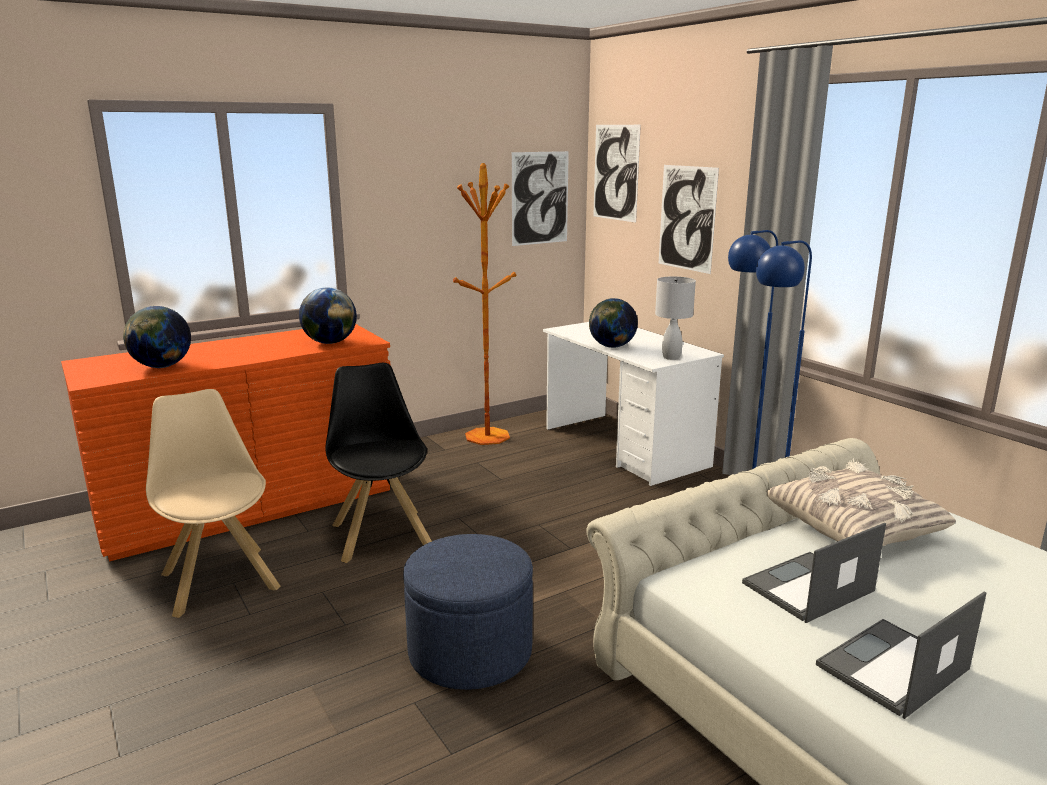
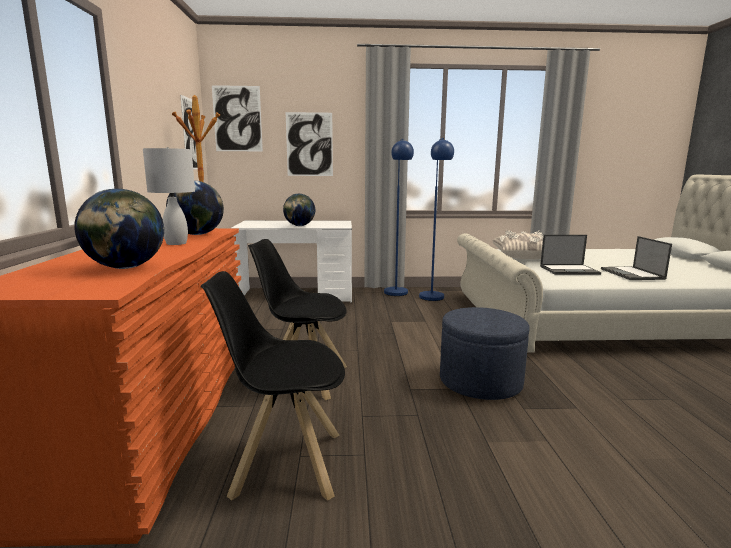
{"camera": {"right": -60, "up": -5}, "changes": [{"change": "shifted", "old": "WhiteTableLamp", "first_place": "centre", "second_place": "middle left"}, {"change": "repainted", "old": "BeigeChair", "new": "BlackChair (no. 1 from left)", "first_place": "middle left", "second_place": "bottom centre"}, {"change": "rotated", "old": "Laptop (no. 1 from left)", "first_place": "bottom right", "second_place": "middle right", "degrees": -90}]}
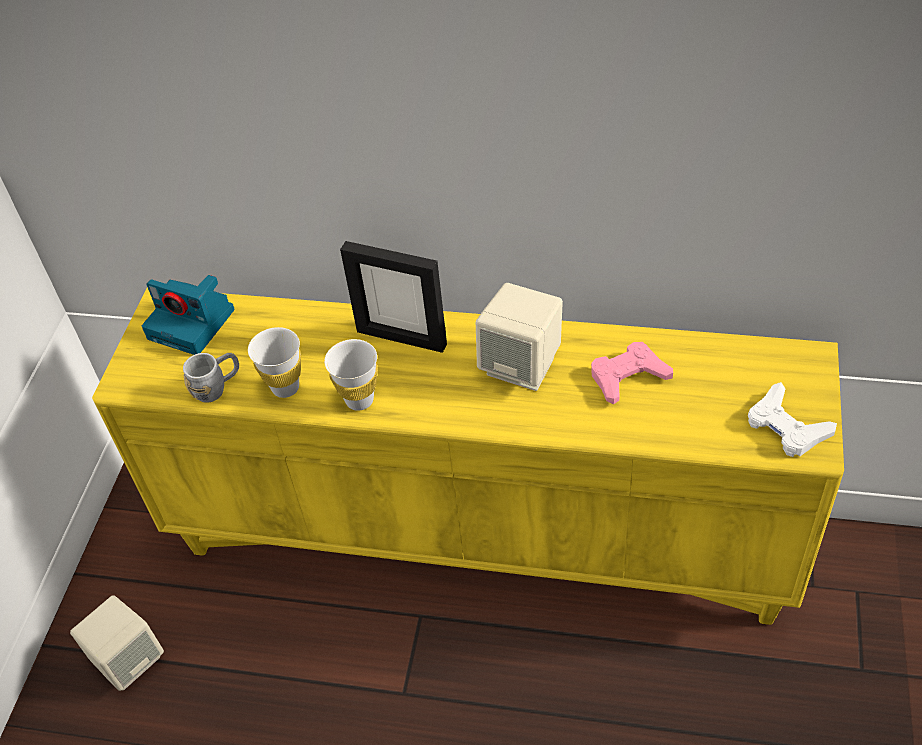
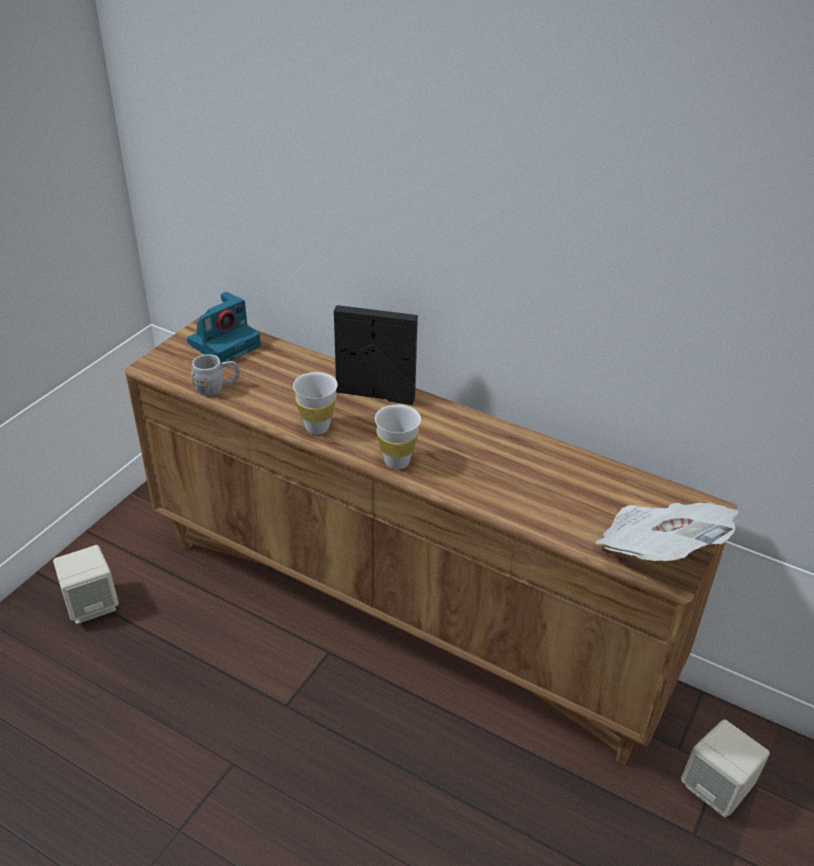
{"camera": {"right": 15, "up": -10}, "changes": [{"change": "rotated", "old": "PictureFrame", "first_place": "centre", "second_place": "centre", "degrees": 150}, {"change": "rotated", "old": "PhotoCamera", "first_place": "middle left", "second_place": "middle left", "degrees": -90}, {"change": "shifted", "old": "BeigeSpeaker (no. 2 from left)", "first_place": "centre", "second_place": "bottom right"}, {"change": "repainted", "old": "YellowDresser", "new": "BrownDresser", "first_place": "centre", "second_place": "centre"}, {"change": "shifted", "old": "WhiteCup (no. 1 from left in the first image)", "new": "WhiteCup (no. 2 from left)", "first_place": "middle left", "second_place": "centre"}, {"change": "gone", "old": "PinkGameController", "first_place": "middle right"}, {"change": "swapped", "old": "WhiteGameController", "new": "Newspaper", "first_place": "middle right", "second_place": "middle right"}]}
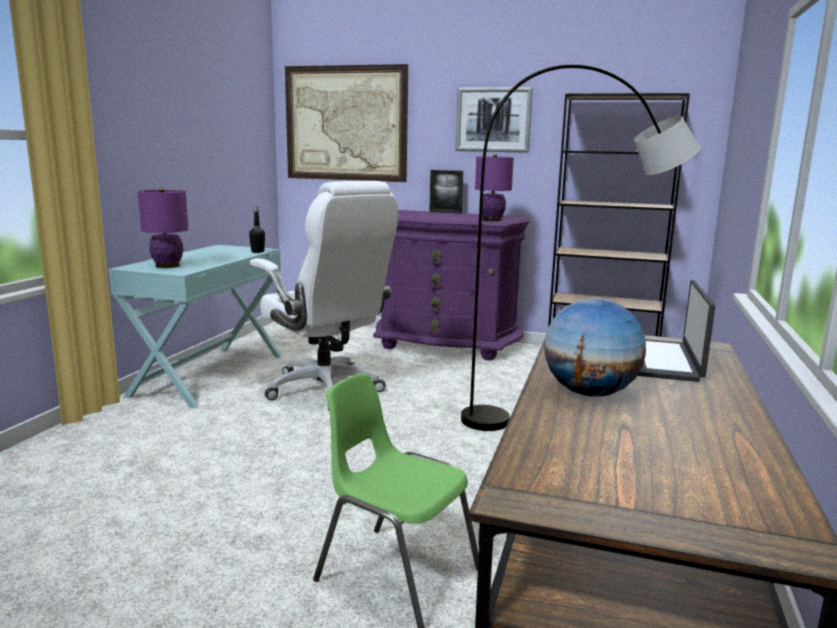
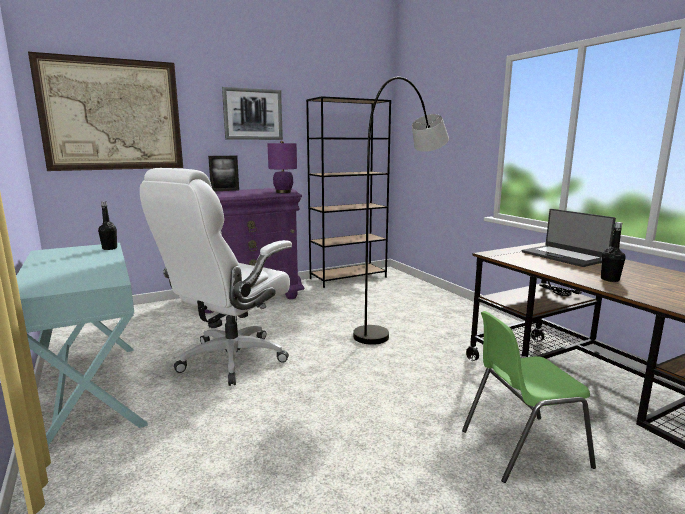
{"camera": {"right": -45, "up": 0}, "changes": [{"change": "rotated", "old": "WhiteOfficeChair", "first_place": "centre", "second_place": "middle left", "degrees": 120}, {"change": "gone", "old": "PurpleTableLamp (no. 1 from left)", "first_place": "middle left"}, {"change": "swapped", "old": "Globe", "new": "BlackBottle (no. 2 from left)", "first_place": "middle right", "second_place": "middle right"}]}
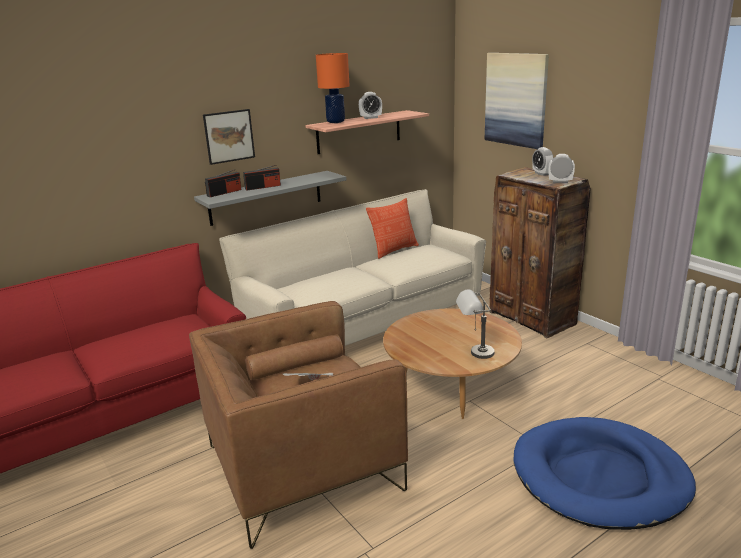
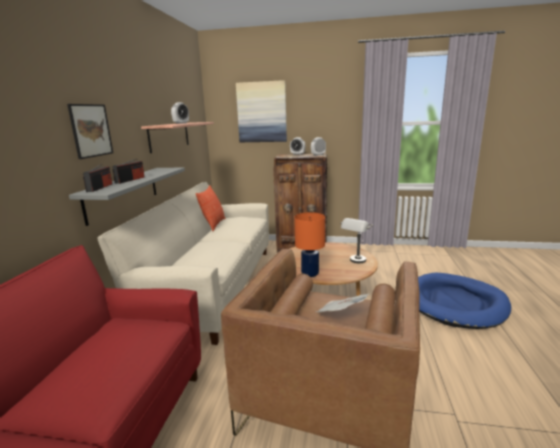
{"camera": {"right": -45, "up": -5}, "changes": [{"change": "shifted", "old": "OrangeTableLamp", "first_place": "top centre", "second_place": "centre"}]}
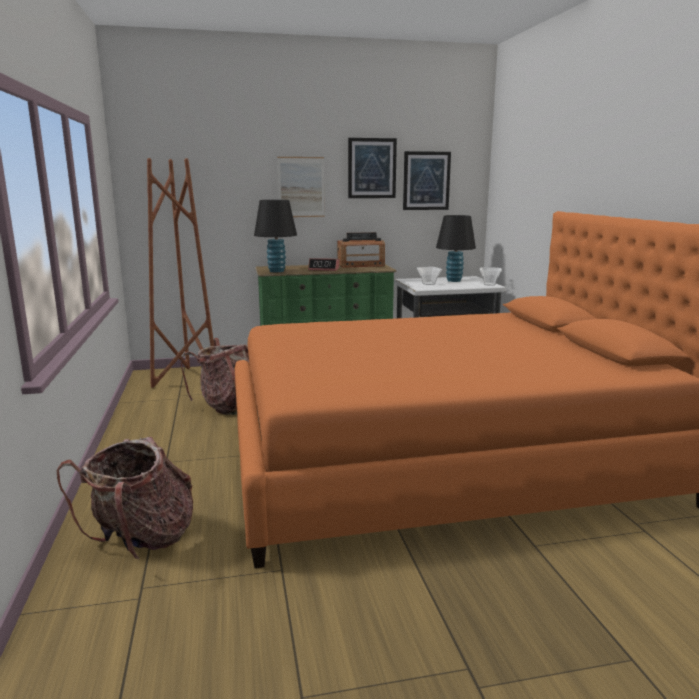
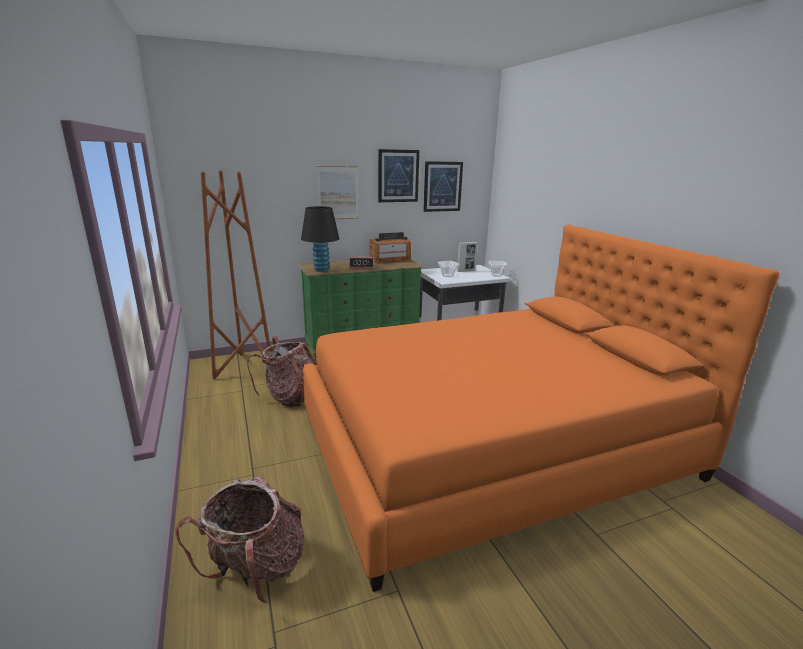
{"camera": {"right": -10, "up": 5}, "changes": [{"change": "swapped", "old": "BlackTableLamp (no. 2 from left)", "new": "PictureFrame", "first_place": "centre", "second_place": "centre"}]}
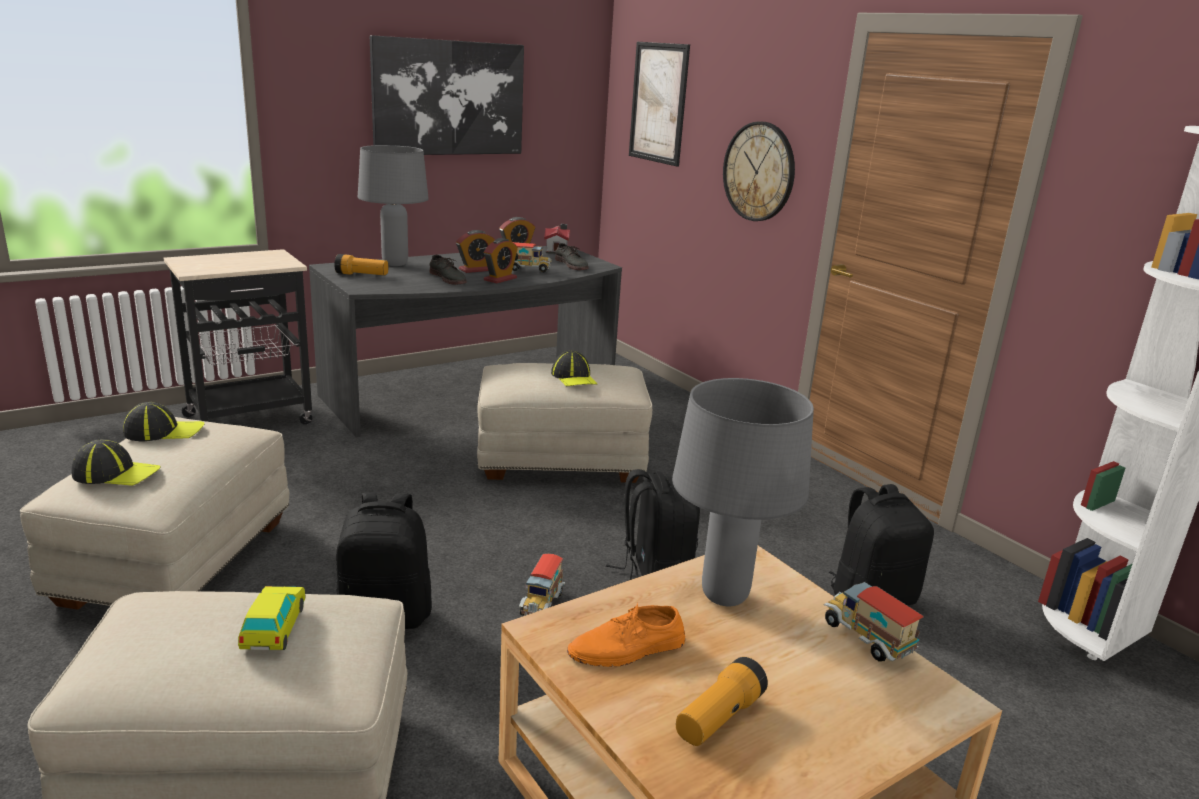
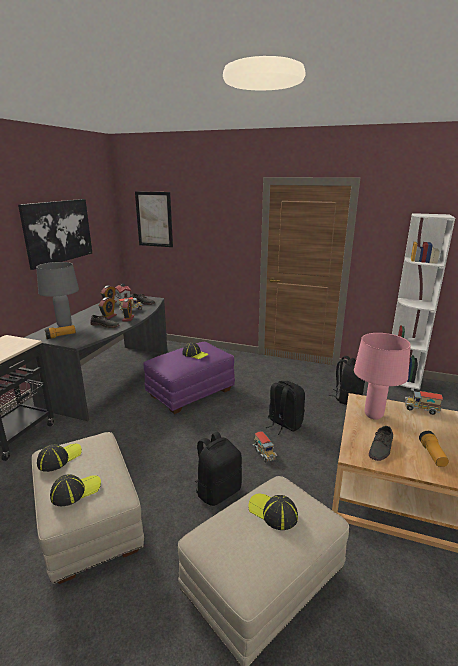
{"camera": {"right": -35, "up": 0}, "changes": [{"change": "gone", "old": "WallClock", "first_place": "top centre"}, {"change": "repainted", "old": "BeigeOttoman (no. 3 from left)", "new": "PurpleOttoman", "first_place": "centre", "second_place": "centre"}, {"change": "repainted", "old": "GreyTableLamp (no. 2 from left)", "new": "PinkTableLamp", "first_place": "centre", "second_place": "middle right"}, {"change": "swapped", "old": "ToyCar", "new": "Cap (no. 4 from left)", "first_place": "bottom left", "second_place": "bottom centre"}, {"change": "repainted", "old": "OrangeShoe", "new": "GreyShoe (no. 3 from left)", "first_place": "bottom centre", "second_place": "middle right"}]}
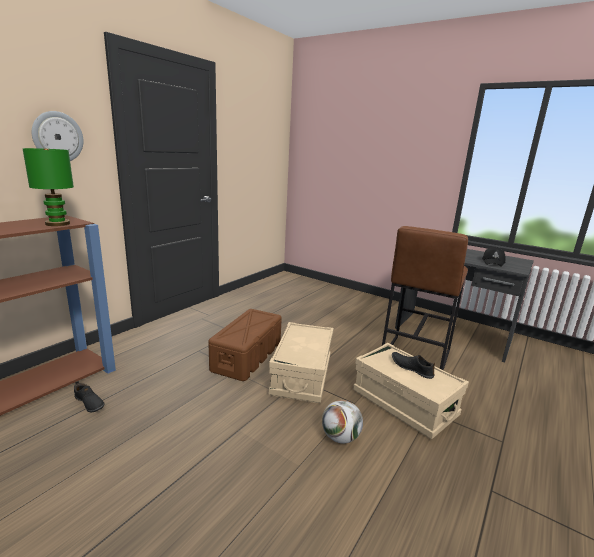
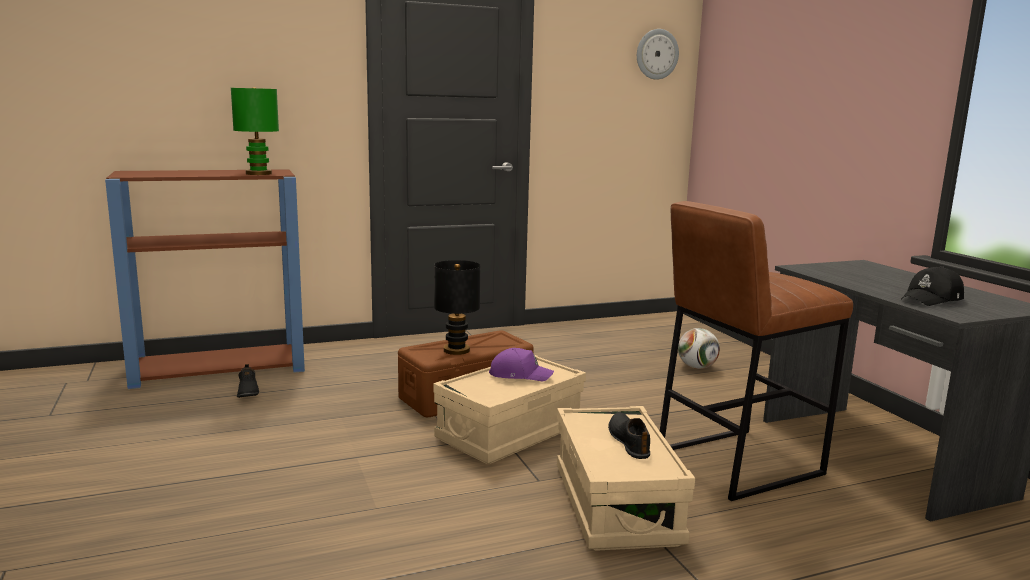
{"camera": {"right": 35, "up": -5}, "changes": [{"change": "shifted", "old": "WallClock", "first_place": "top left", "second_place": "top centre"}, {"change": "shifted", "old": "Football", "first_place": "bottom centre", "second_place": "middle right"}, {"change": "new", "new": "BlackTableLamp", "second_place": "centre"}, {"change": "new", "new": "PurpleCap", "second_place": "centre"}]}
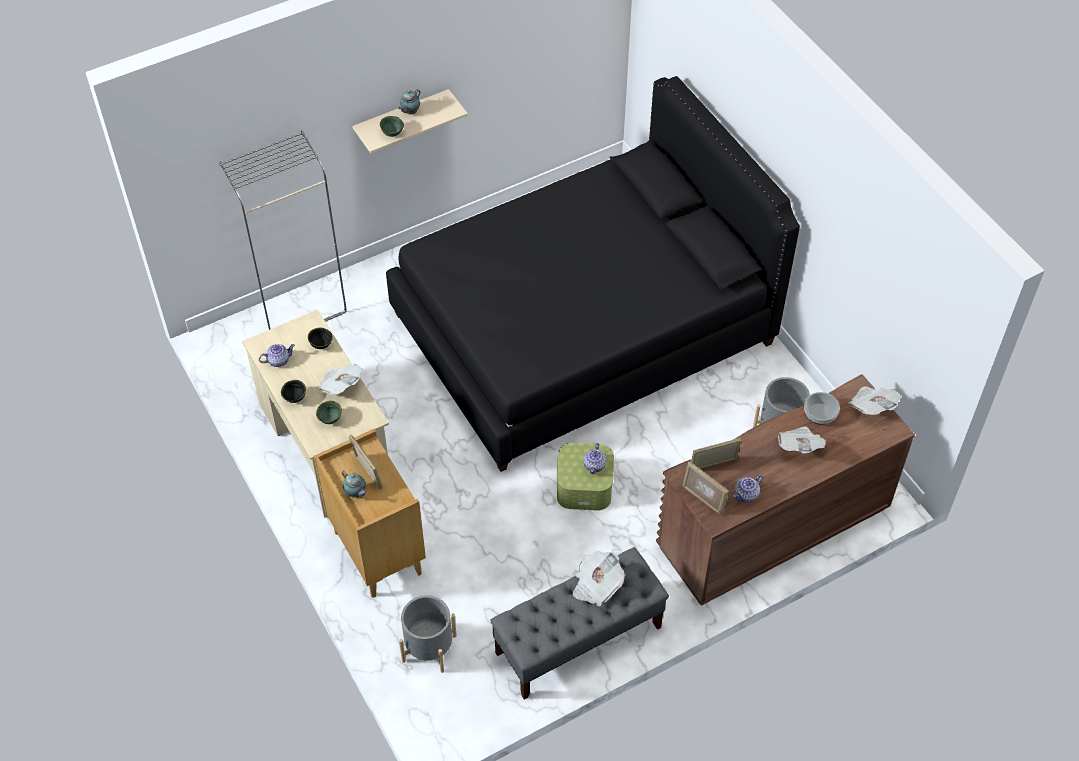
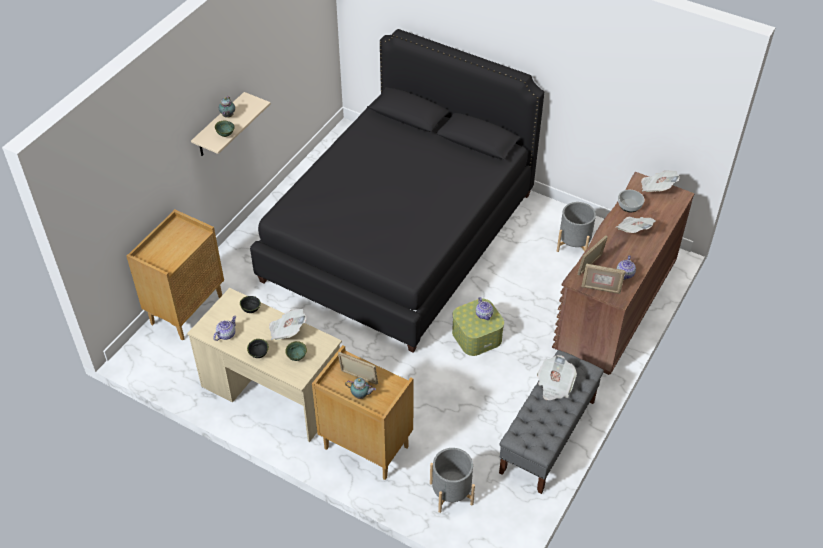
{"camera": {"right": -30, "up": -5}, "changes": [{"change": "swapped", "old": "GreyClothesRack", "new": "BrownCabinet (no. 1 from left)", "first_place": "top left", "second_place": "middle left"}]}
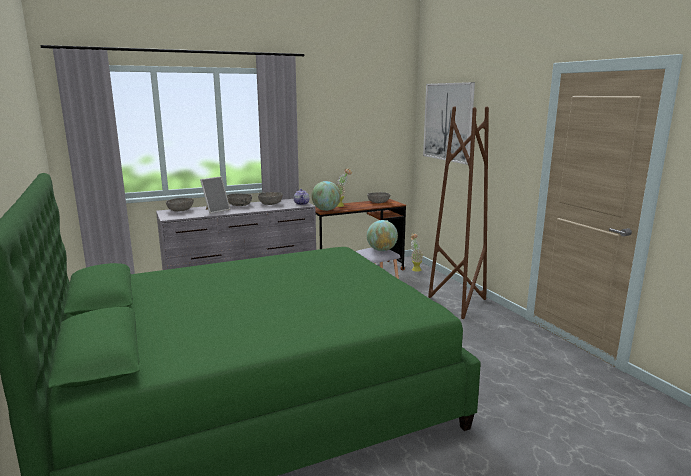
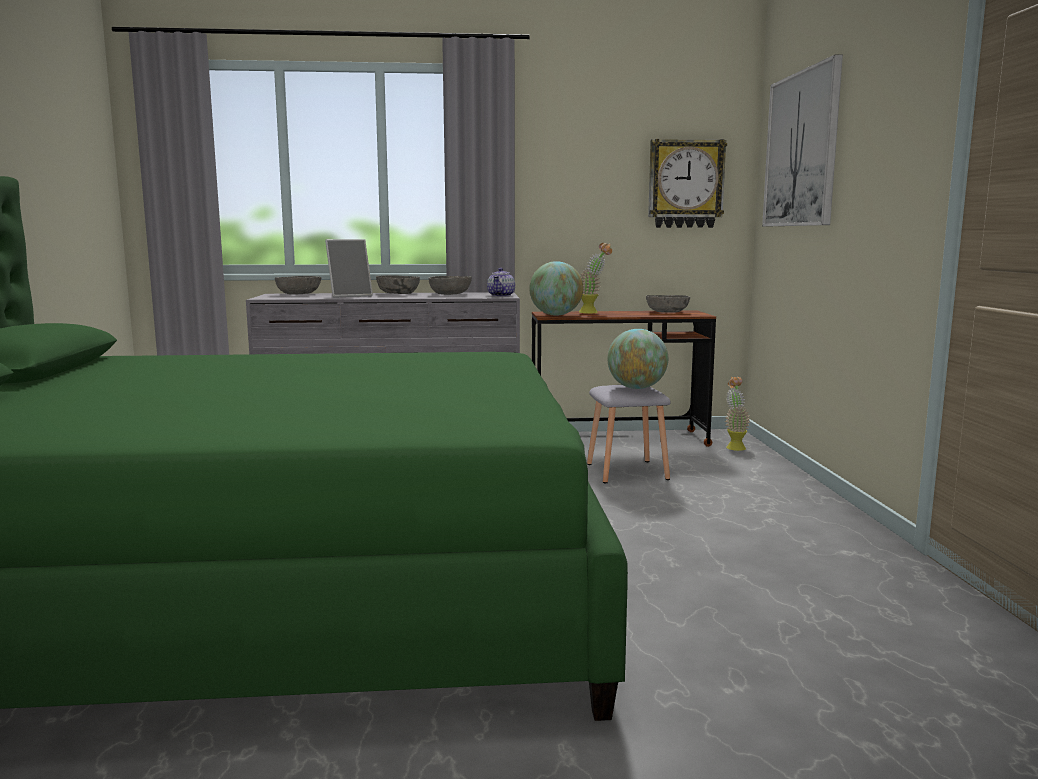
{"camera": {"right": 20, "up": -5}, "changes": [{"change": "gone", "old": "BrownClothesRack", "first_place": "centre"}, {"change": "new", "new": "WallClock", "second_place": "top centre"}]}
